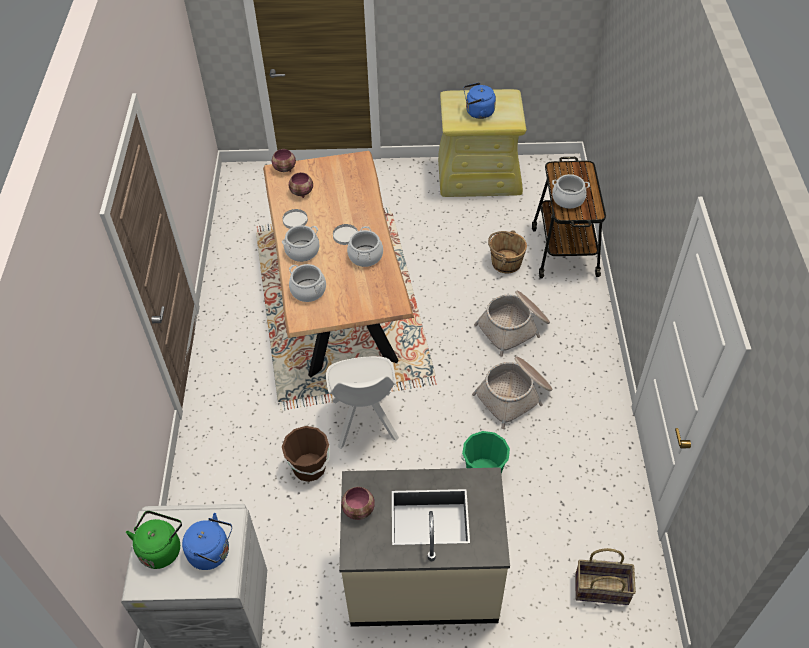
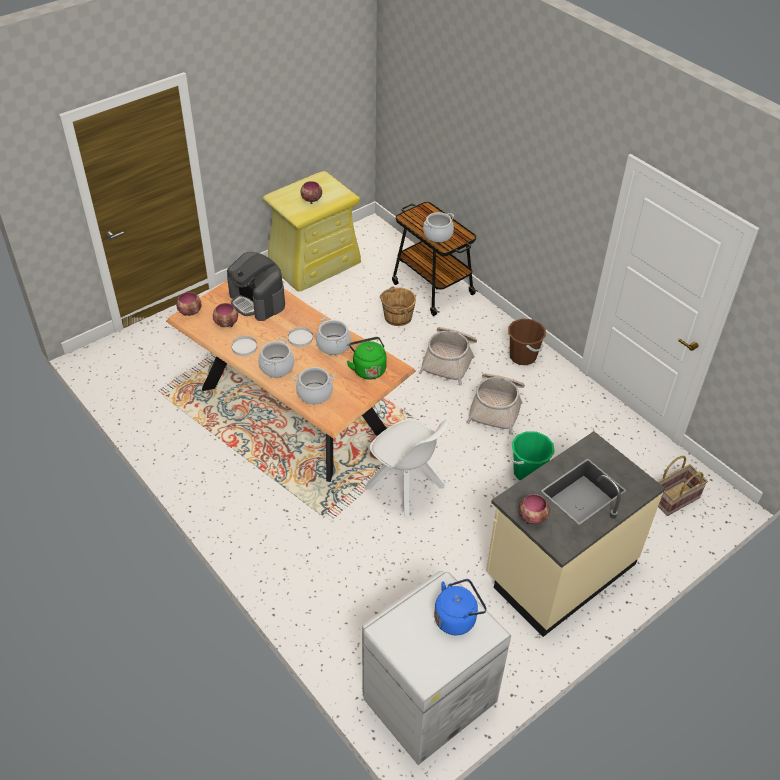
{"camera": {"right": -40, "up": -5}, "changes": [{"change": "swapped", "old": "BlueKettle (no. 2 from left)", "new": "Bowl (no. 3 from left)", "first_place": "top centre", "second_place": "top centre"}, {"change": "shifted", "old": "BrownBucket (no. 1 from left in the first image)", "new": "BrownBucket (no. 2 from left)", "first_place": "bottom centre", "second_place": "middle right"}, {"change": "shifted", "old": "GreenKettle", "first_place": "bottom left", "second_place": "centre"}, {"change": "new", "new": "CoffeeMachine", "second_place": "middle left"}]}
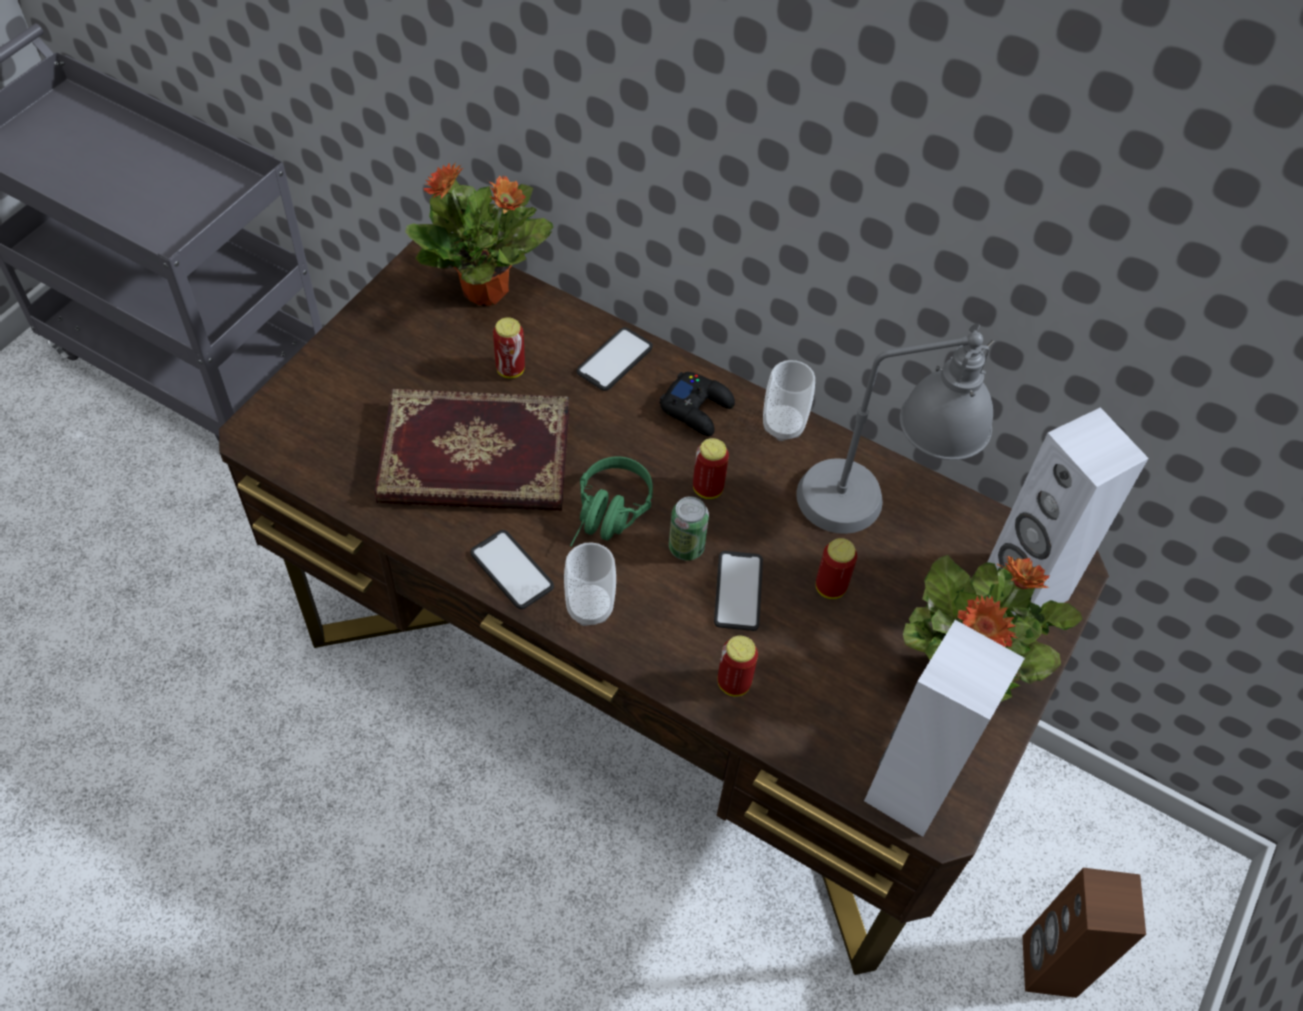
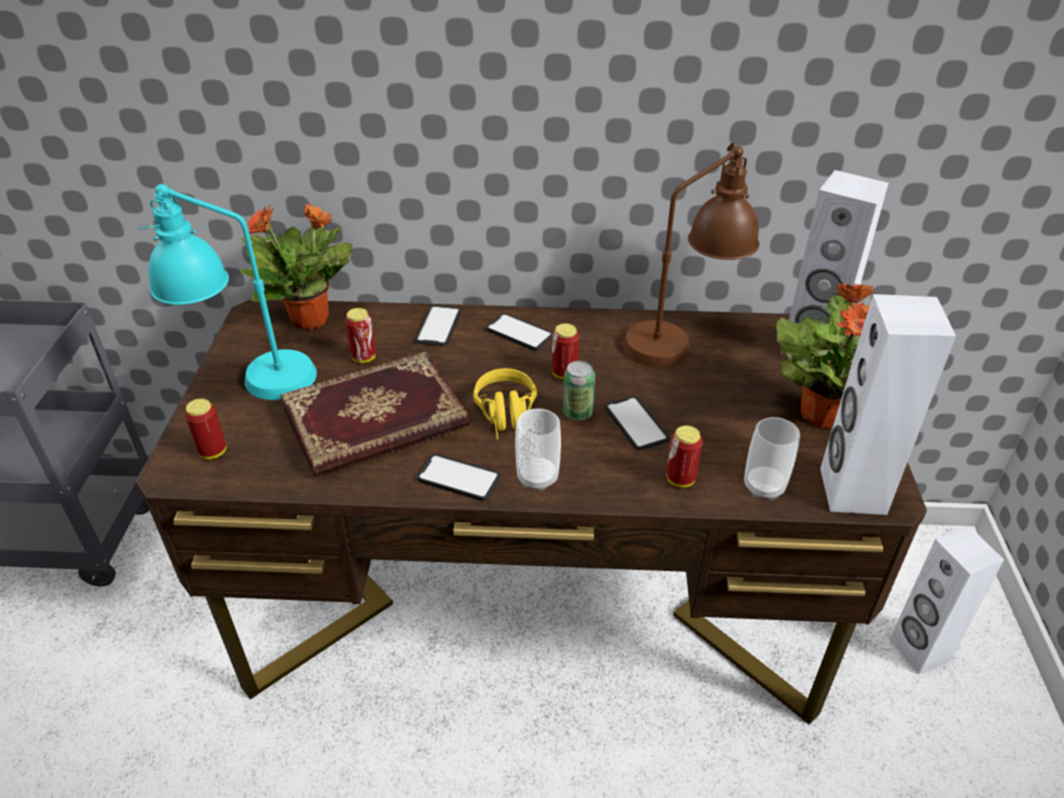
{"camera": {"right": -25, "up": -15}, "changes": [{"change": "repainted", "old": "GreyTableLamp", "new": "BrownTableLamp", "first_place": "middle right", "second_place": "top centre"}, {"change": "shifted", "old": "Cup (no. 2 from left)", "first_place": "centre", "second_place": "middle right"}, {"change": "swapped", "old": "BlackGameController", "new": "Phone (no. 3 from left)", "first_place": "centre", "second_place": "centre"}, {"change": "repainted", "old": "GreenHeadphones", "new": "YellowHeadphones", "first_place": "centre", "second_place": "centre"}, {"change": "shifted", "old": "Can (no. 5 from left in the first image)", "new": "Can (no. 1 from left)", "first_place": "centre", "second_place": "middle left"}, {"change": "repainted", "old": "BrownSpeaker", "new": "WhiteSpeaker (no. 3 from left)", "first_place": "bottom right", "second_place": "bottom right"}, {"change": "new", "new": "TurquoiseTableLamp", "second_place": "middle left"}]}
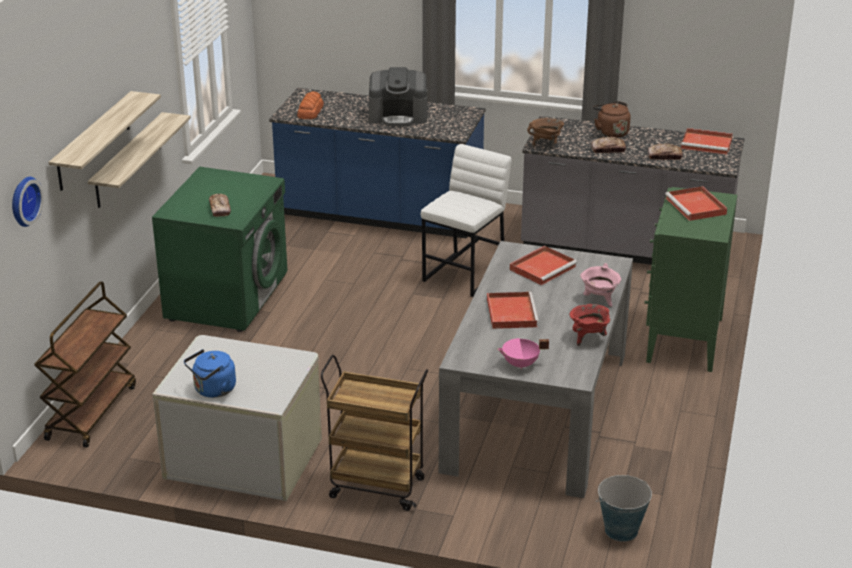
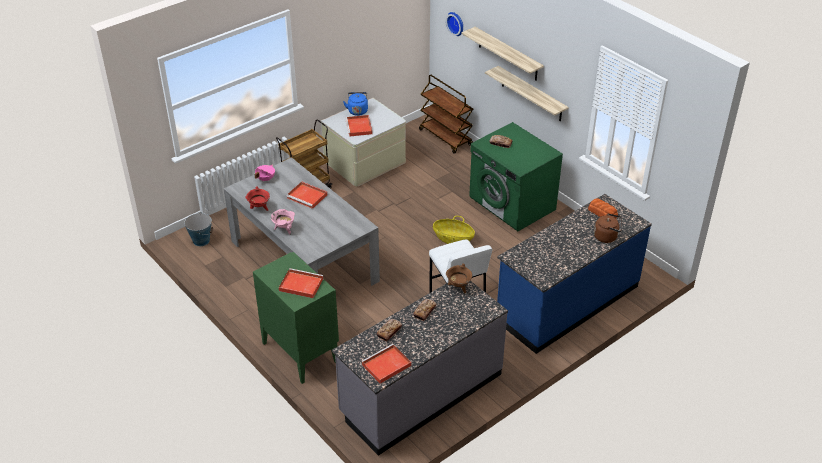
{"camera": {"right": 125, "up": 10}, "changes": [{"change": "gone", "old": "CoffeeMachine", "first_place": "top centre"}, {"change": "shifted", "old": "BrownKettle", "first_place": "top right", "second_place": "middle right"}, {"change": "shifted", "old": "RedTray (no. 2 from left in the first image)", "new": "RedTray (no. 3 from left)", "first_place": "centre", "second_place": "top centre"}, {"change": "new", "new": "Basket", "second_place": "centre"}]}
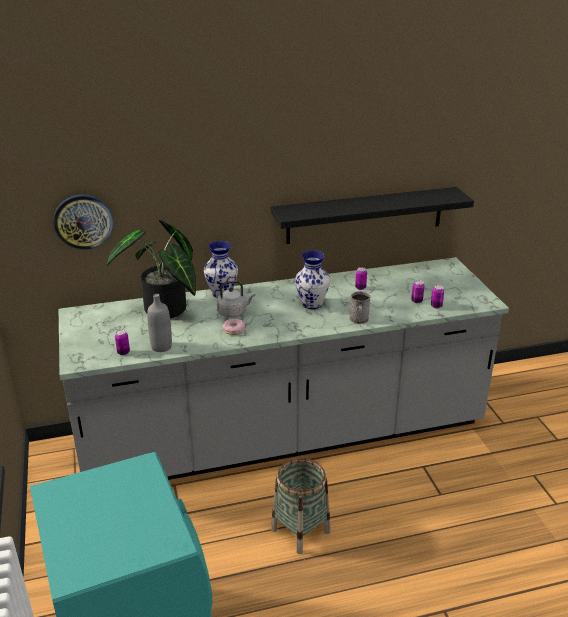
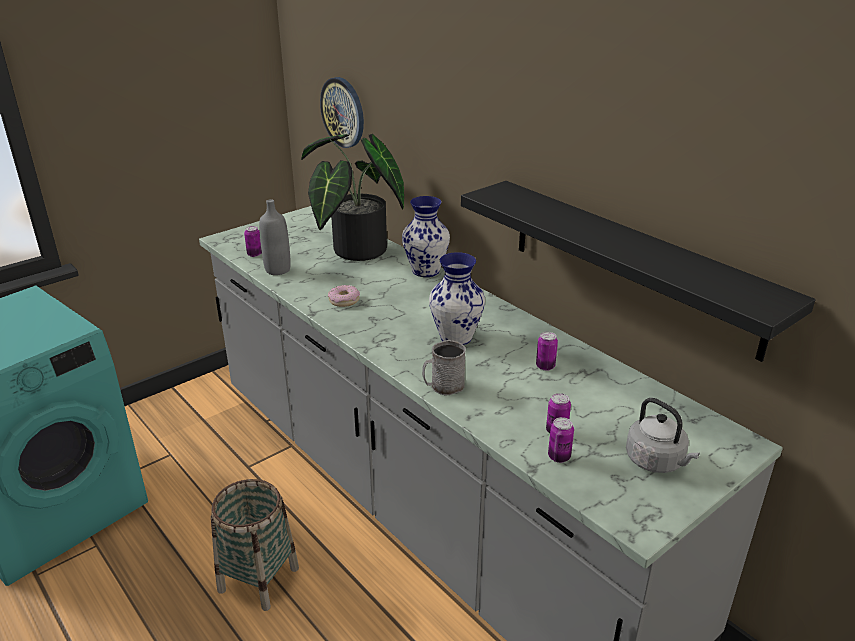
{"camera": {"right": 65, "up": 0}, "changes": [{"change": "shifted", "old": "GreyKettle", "first_place": "centre", "second_place": "bottom right"}]}
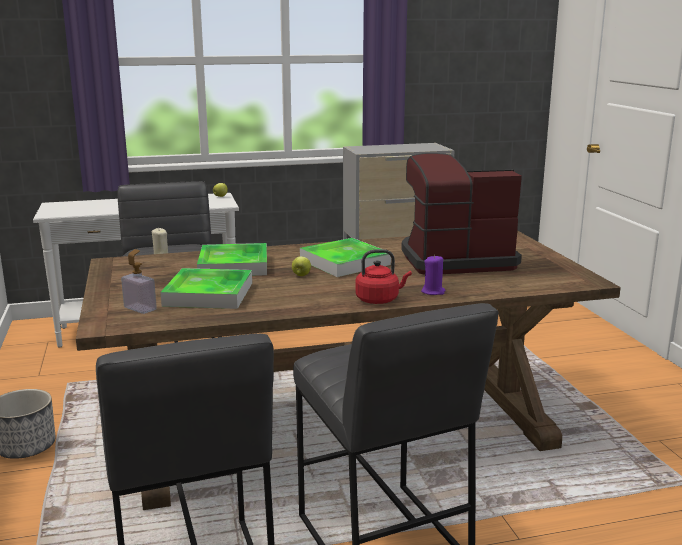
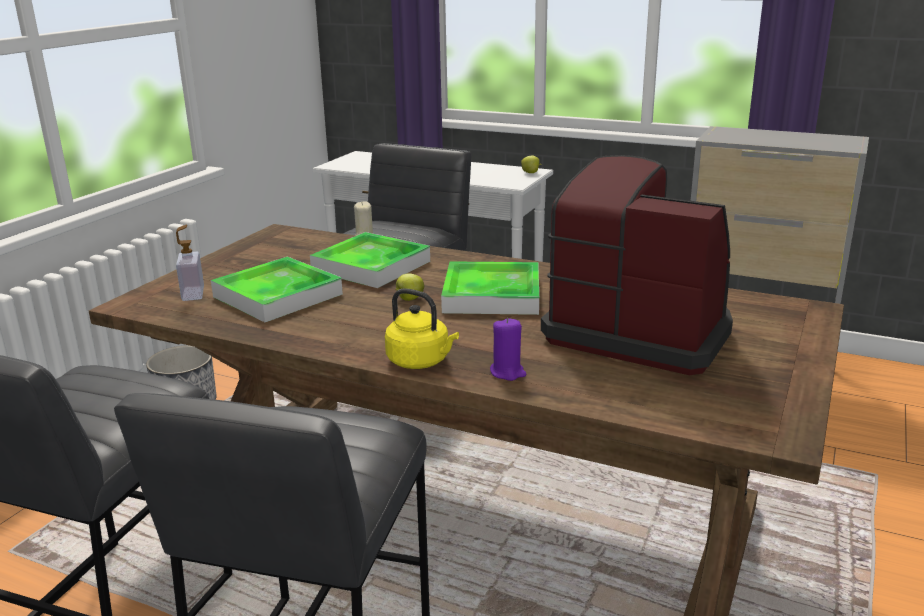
{"camera": {"right": 40, "up": 5}, "changes": [{"change": "repainted", "old": "RedKettle", "new": "YellowKettle", "first_place": "centre", "second_place": "centre"}]}
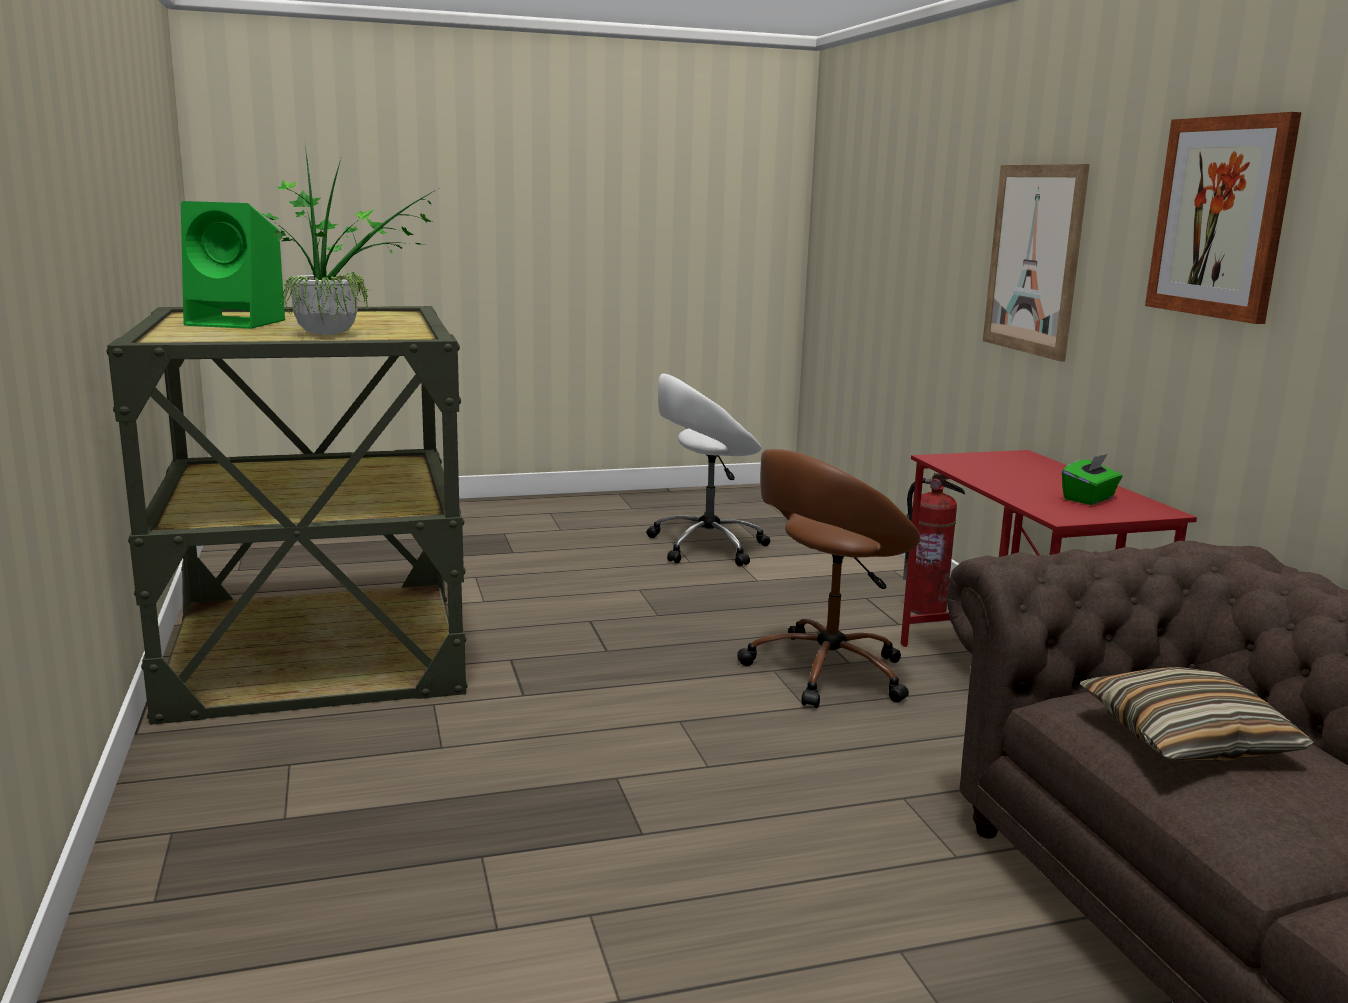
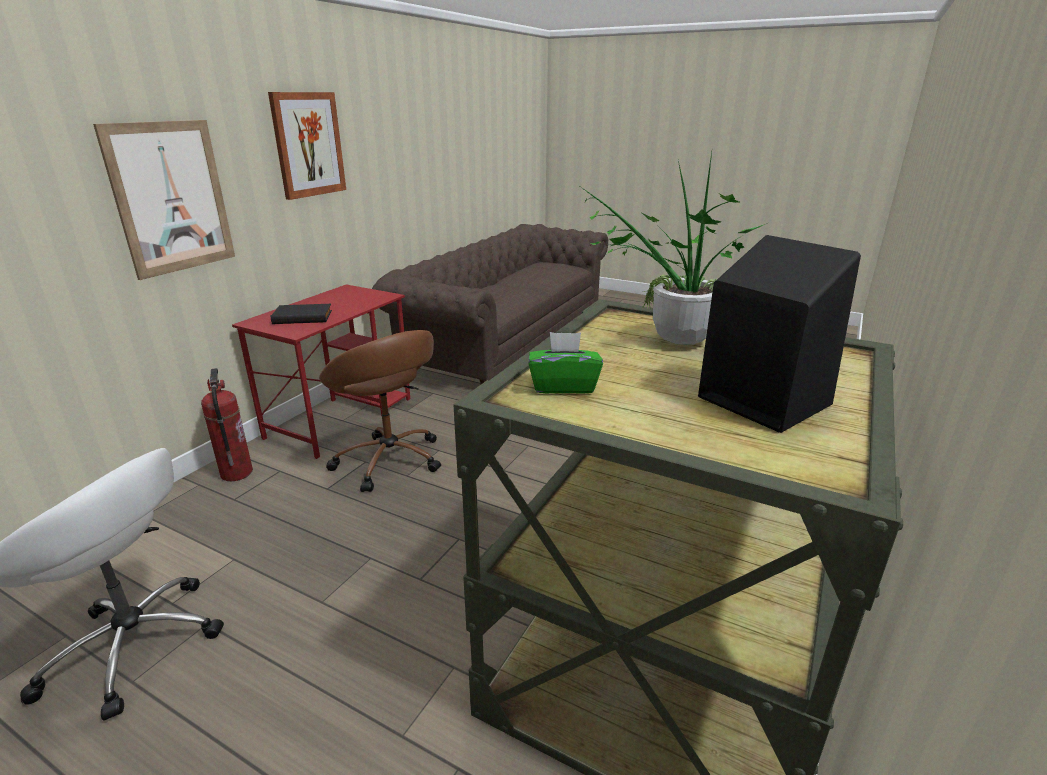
{"camera": {"right": -135, "up": 10}, "changes": [{"change": "repainted", "old": "GreenSpeaker", "new": "BlackSpeaker", "first_place": "top left", "second_place": "middle right"}, {"change": "rotated", "old": "BrownOfficeChair", "first_place": "centre", "second_place": "centre", "degrees": 45}, {"change": "shifted", "old": "GreenTissueBox", "first_place": "middle right", "second_place": "centre"}, {"change": "gone", "old": "Pillow", "first_place": "bottom right"}, {"change": "new", "new": "BlackBook", "second_place": "middle left"}]}
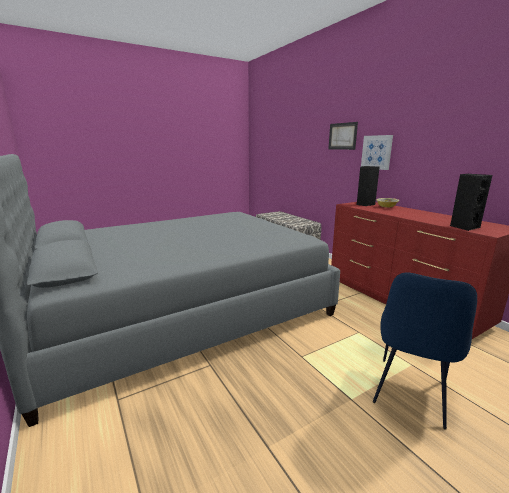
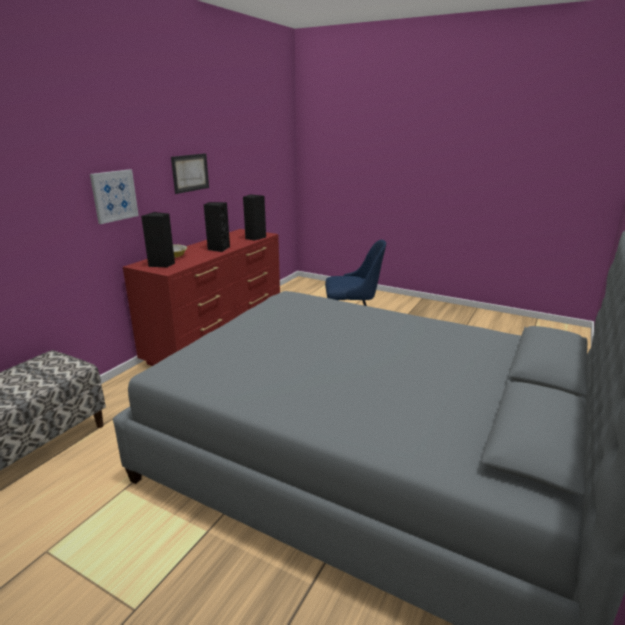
{"camera": {"right": -120, "up": 5}, "changes": [{"change": "shifted", "old": "Picture (no. 1 from left in the first image)", "new": "Picture (no. 2 from left)", "first_place": "top right", "second_place": "top left"}, {"change": "new", "new": "BlackSpeaker (no. 2 from left)", "second_place": "centre"}]}
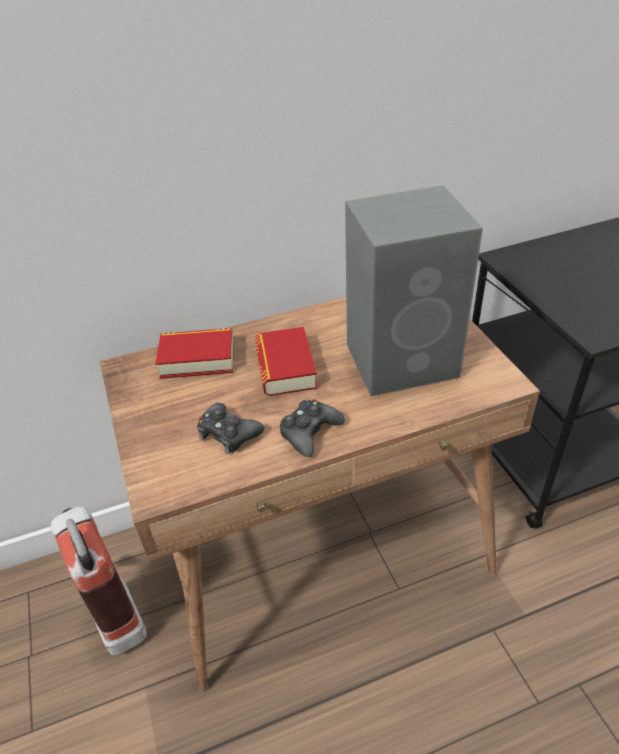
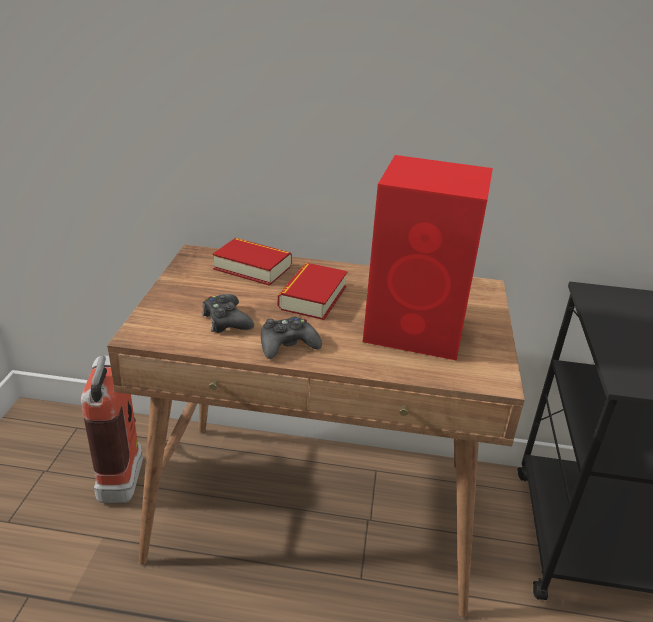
{"camera": {"right": 25, "up": -10}, "changes": [{"change": "repainted", "old": "GreySpeaker", "new": "RedSpeaker", "first_place": "middle right", "second_place": "centre"}]}
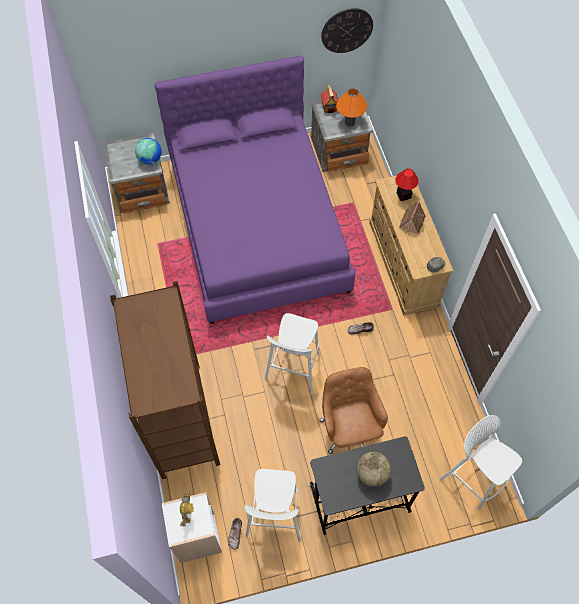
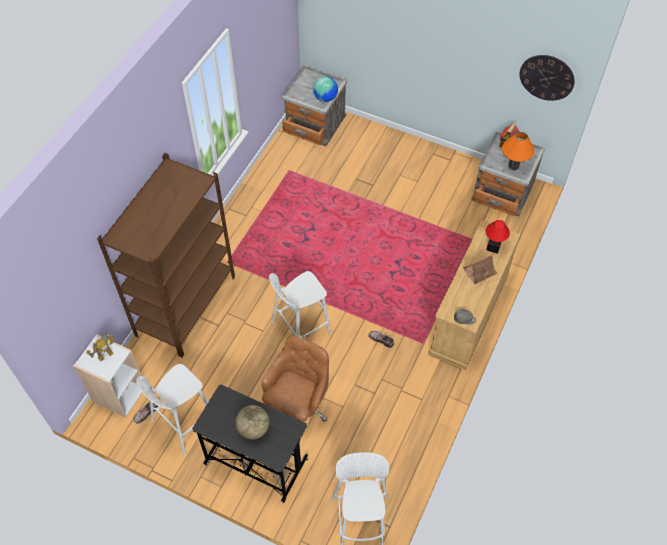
{"camera": {"right": 40, "up": -5}, "changes": [{"change": "gone", "old": "PurpleBed", "first_place": "top centre"}]}
